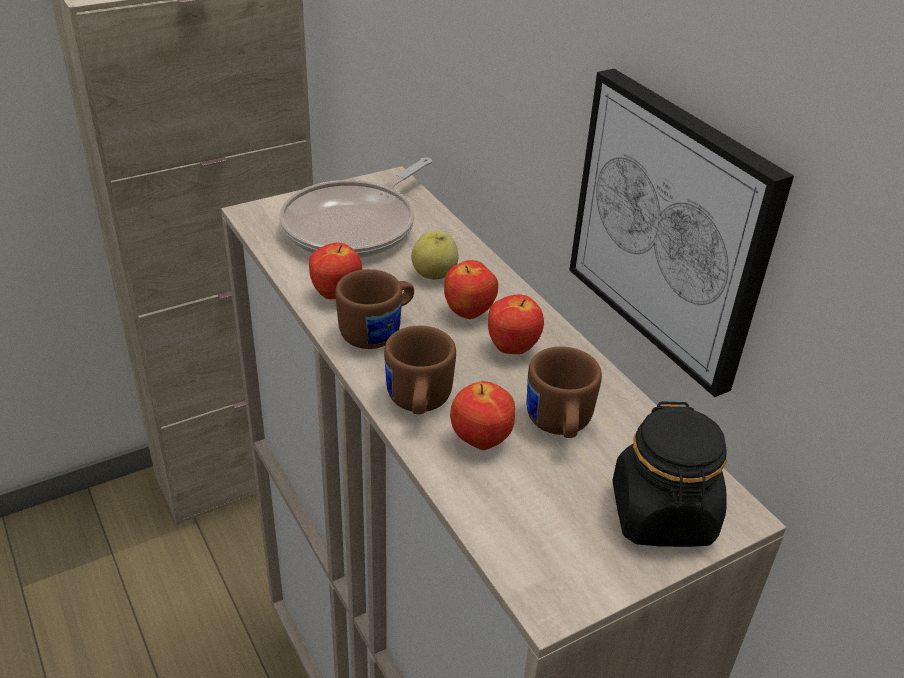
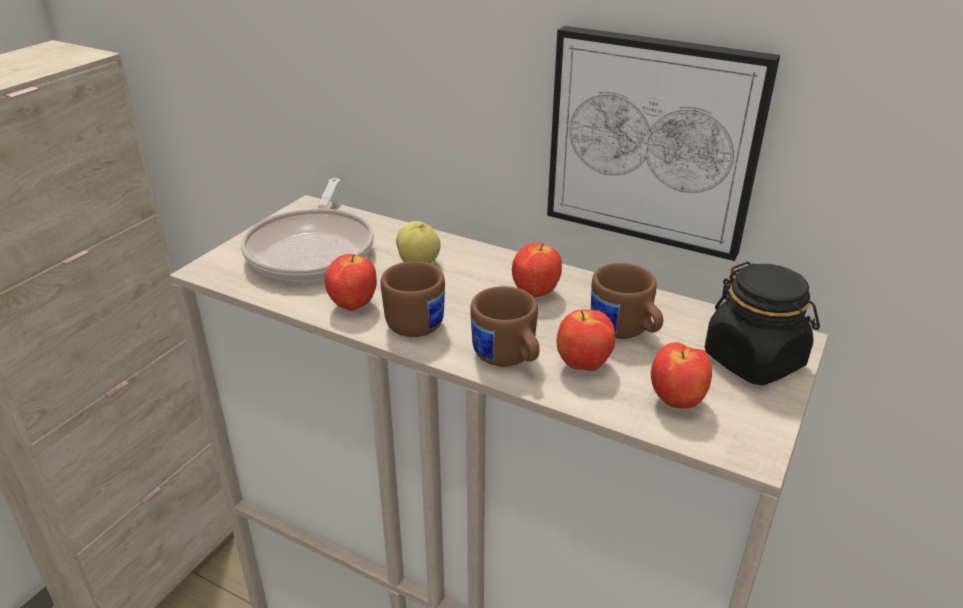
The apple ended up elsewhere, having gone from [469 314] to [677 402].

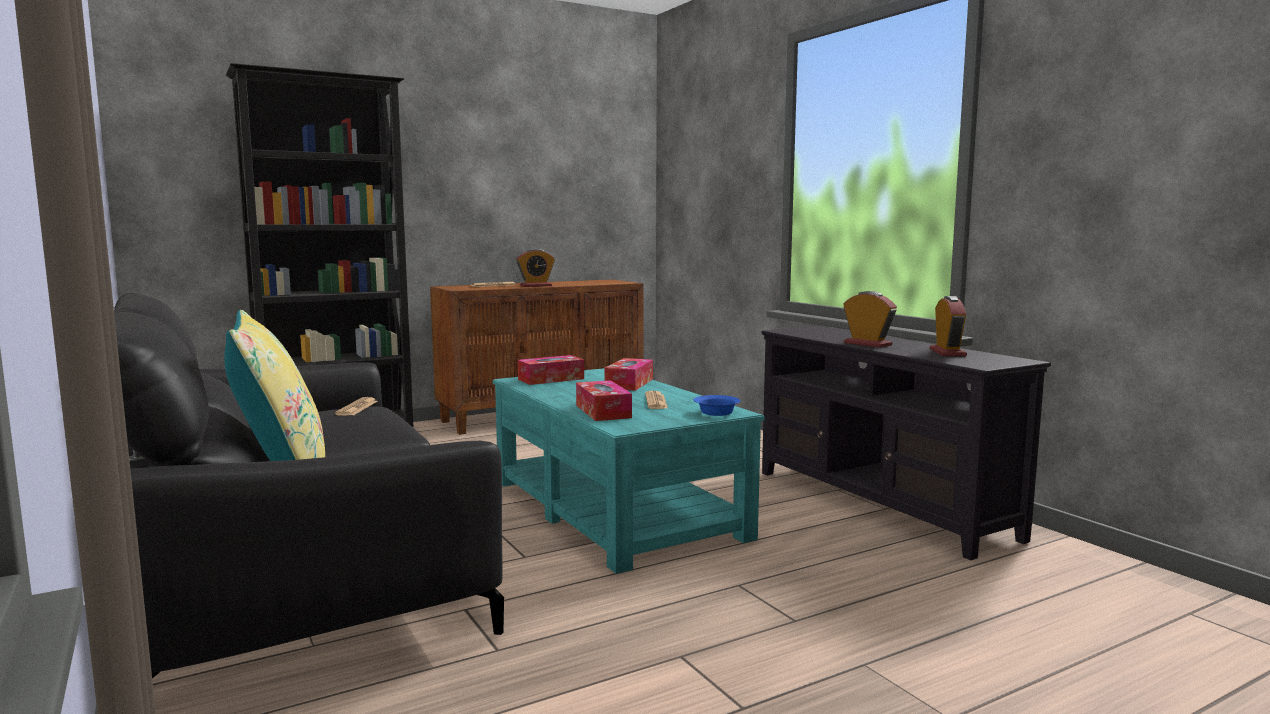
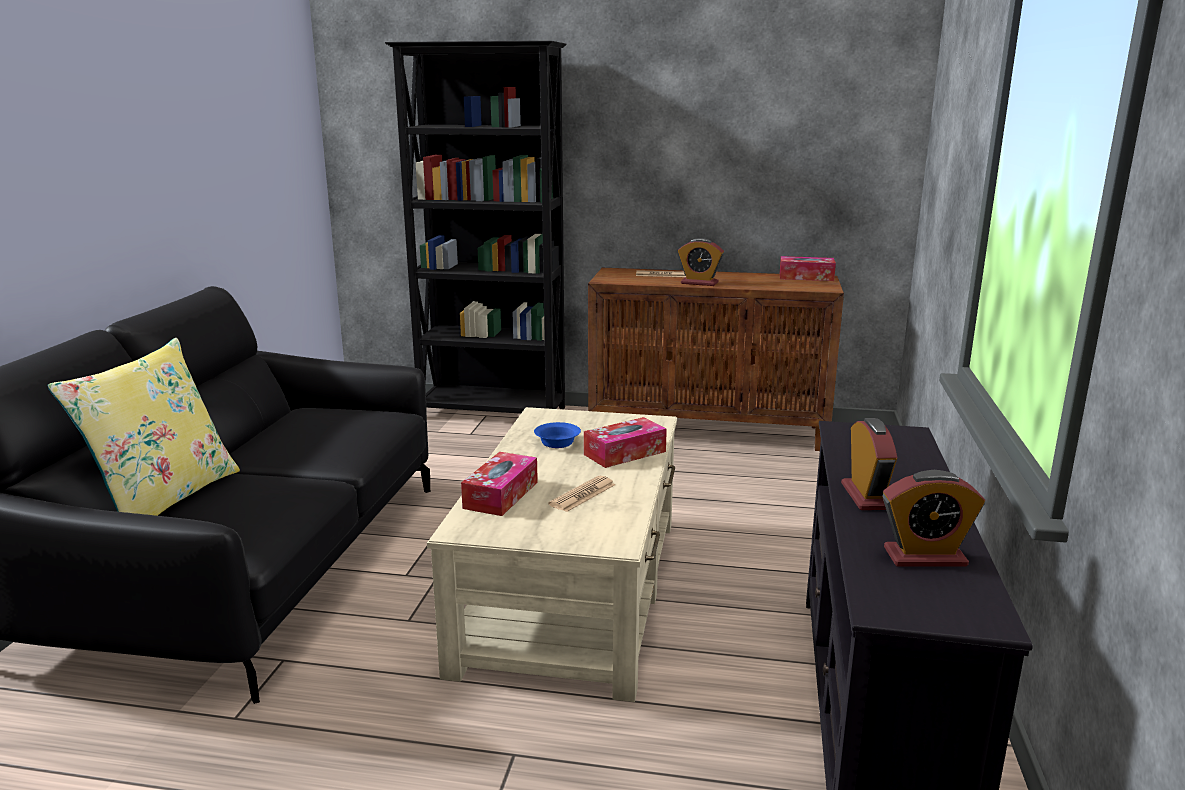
The second view lost the newspaper at [357 408].
What was the turquoise coffee table at [615 507] turned into the beige coffee table at [574 590].
The tissue box ended up elsewhere, having gone from [551 379] to [806 277].
The blue bowl ended up elsewhere, having gone from [717 412] to [558 443].
The alarm clock at [947 352] ended up facing another way, 45 degrees clockwise from before.

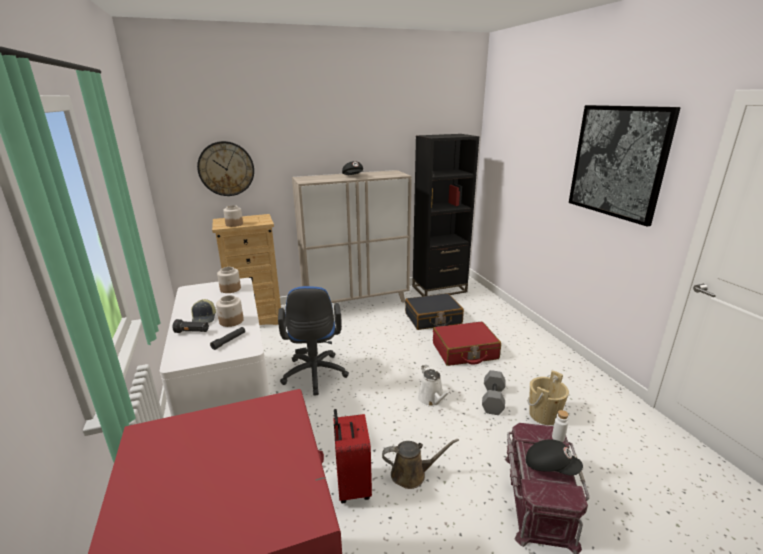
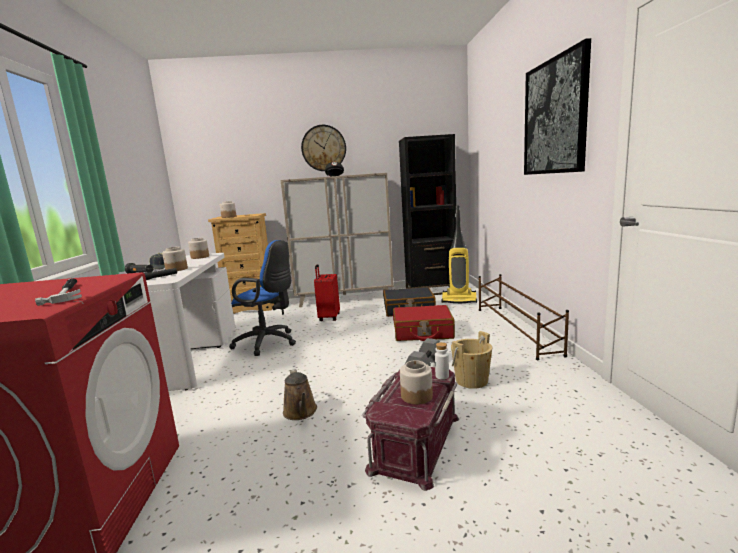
The wall clock ended up elsewhere, having gone from [226 169] to [323 148].
The blue office chair at [314 376] ended up facing another way, 75 degrees counterclockwise from before.
The red suitcase ended up elsewhere, having gone from [352 486] to [328 318].
The brown watering can at [412 474] ended up facing another way, 60 degrees clockwise from before.
The second view lost the white watering can at [432 399].
Where the black cap stood at [551 466], the jar came to stand at [416 396].
The second view gained the hammer at [66 293].
The second view gained the vacuum cleaner at [459 300].
The second view gained the brown shoe rack at [515 330].

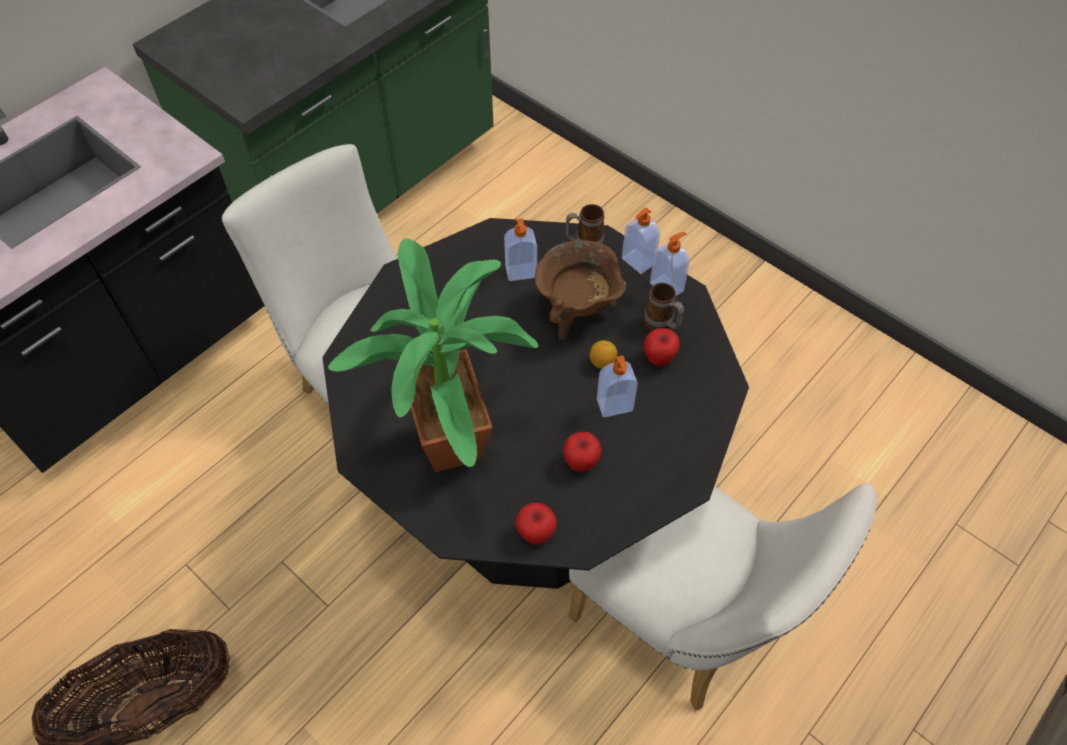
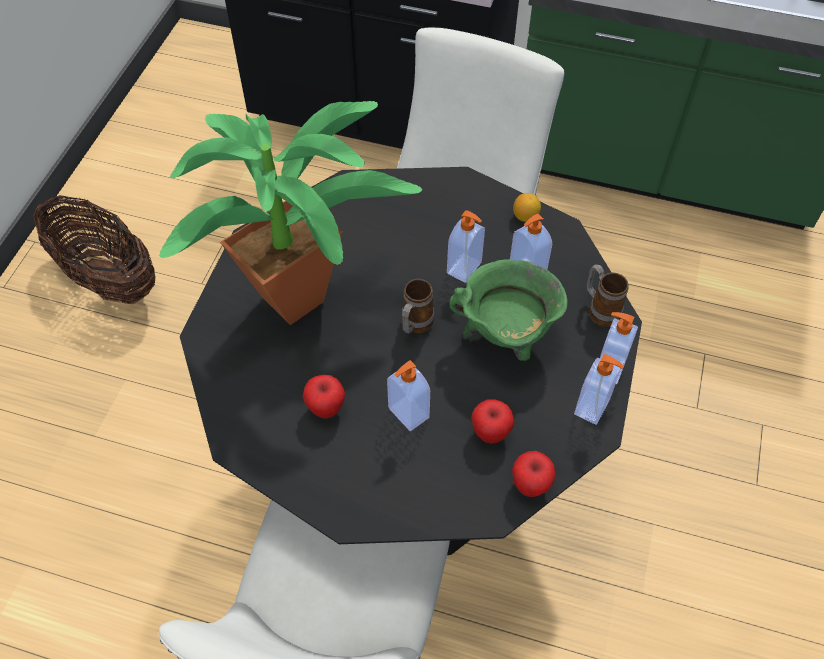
The apple ended up elsewhere, having gone from [536 533] to [530 485].
What was the brown cooking pot at [577 312] turned into the green cooking pot at [506 337].
The lemon ended up elsewhere, having gone from [602 362] to [525 216].
The mug ended up elsewhere, having gone from [662 325] to [414 326].
The second view gained the soap dispenser at [465 268].

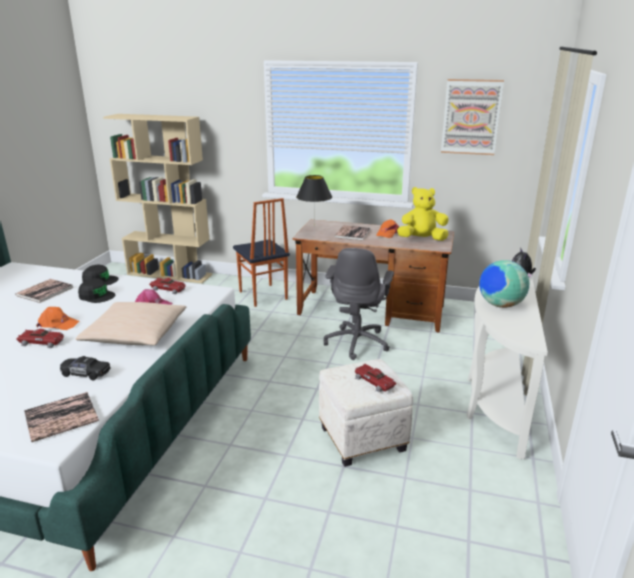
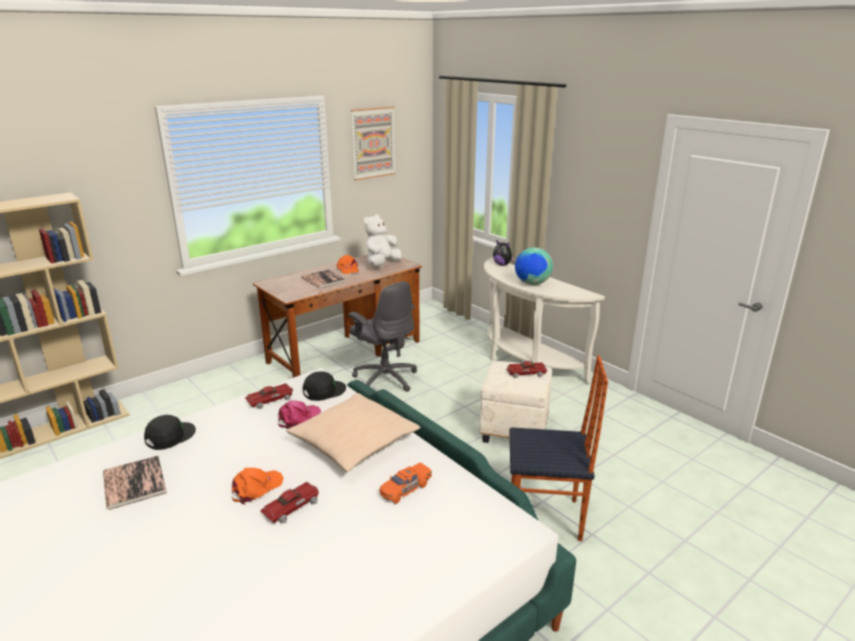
The second view lost the book at [61 417].
What was the black toy car at [85 374] turned into the orange toy car at [405 489].
The black cap ended up elsewhere, having gone from [97 296] to [323 391].
The chair ended up elsewhere, having gone from [262 295] to [545 518].
The second view lost the black table lamp at [314 232].
What was the yellow plush toy at [421 239] turned into the white plush toy at [382 264].

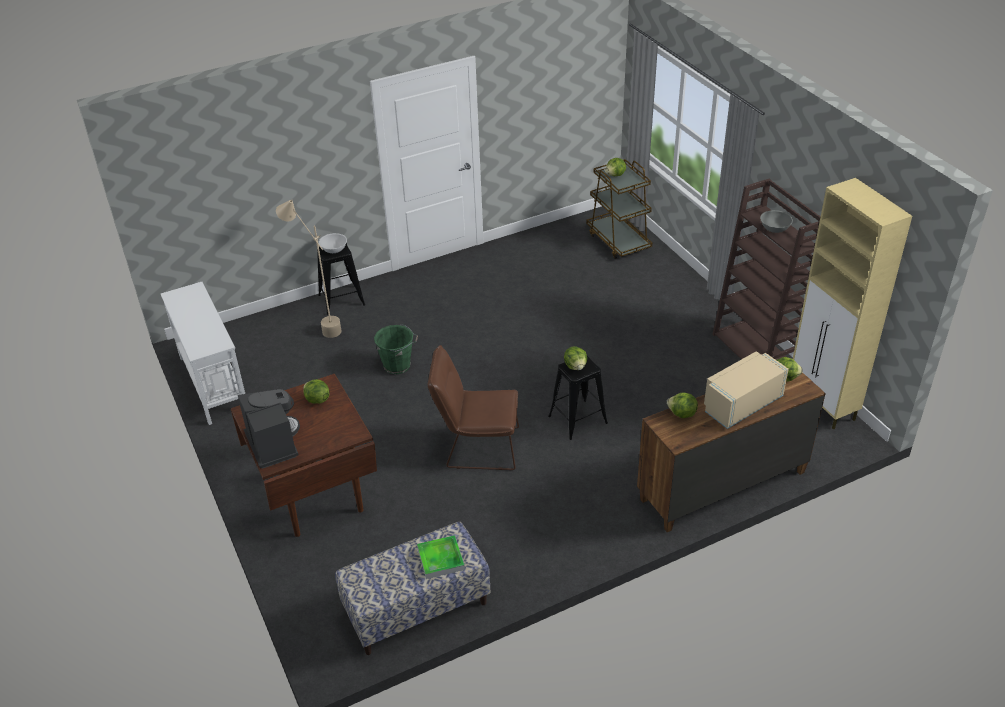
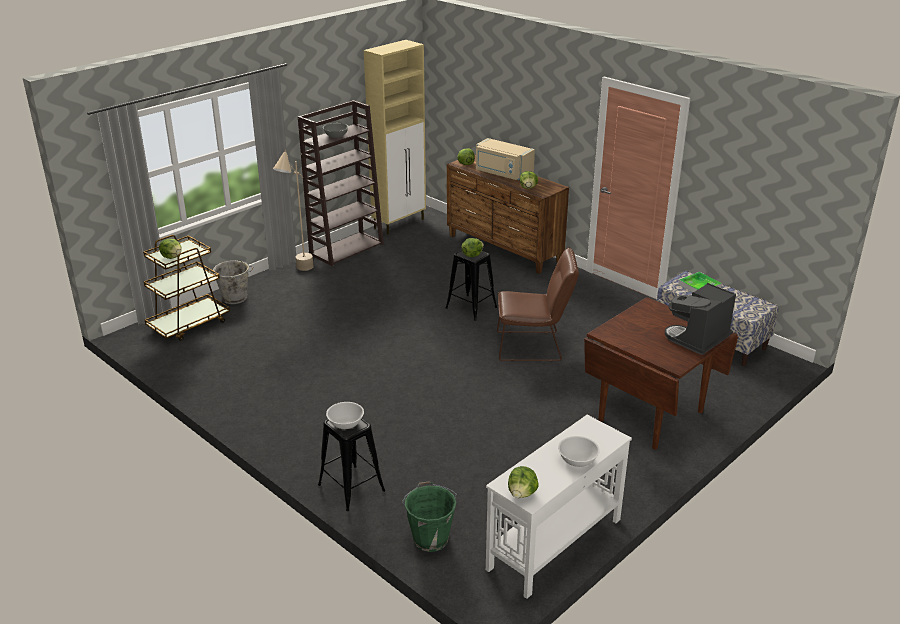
The beige floor lamp ended up elsewhere, having gone from [319 326] to [299 273].
The lettuce ended up elsewhere, having gone from [317 400] to [522 493].
The green bucket ended up elsewhere, having gone from [398 365] to [430 538].
The brown chair at [477 447] ended up facing another way, 75 degrees counterclockwise from before.
The second view gained the grey bucket at [236 298].
The second view gained the white bowl at [577 460].

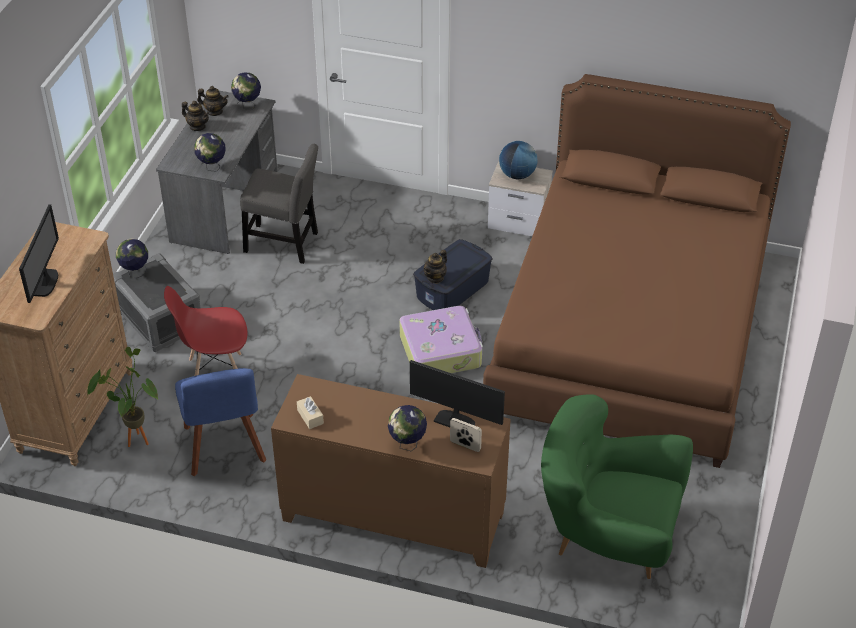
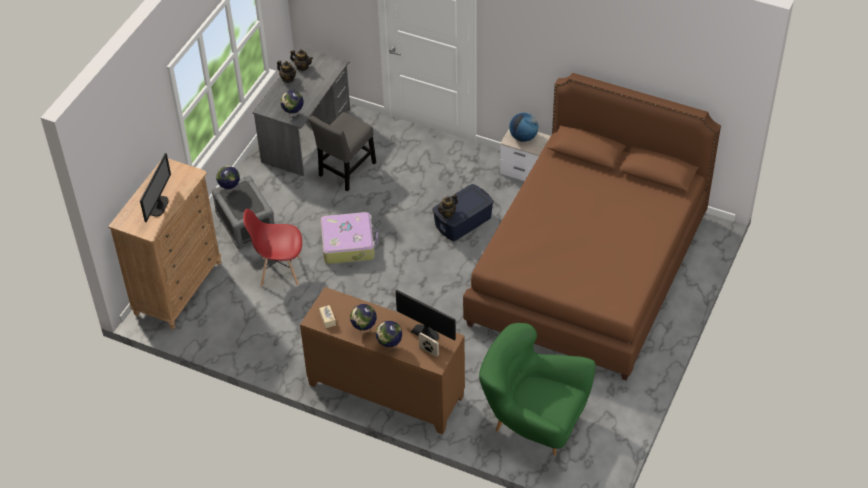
The second view lost the potted plant at [134 439].
The second view lost the blue chair at [224 448].
The globe ended up elsewhere, having gone from [248 106] to [364 330].
The grey chair at [285 243] ended up facing another way, 105 degrees clockwise from before.
The suitcase ended up elsewhere, having gone from [441 350] to [348 244].

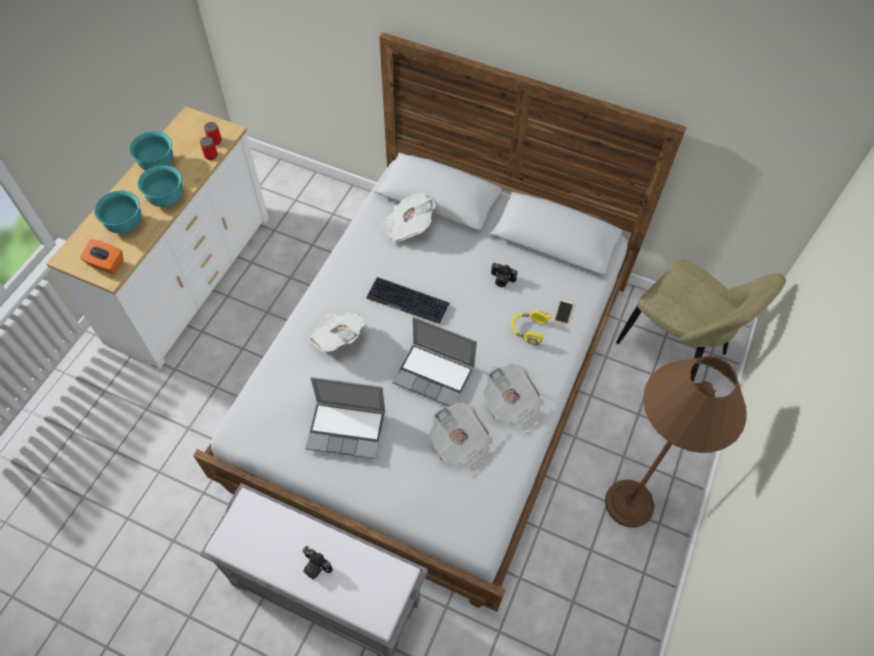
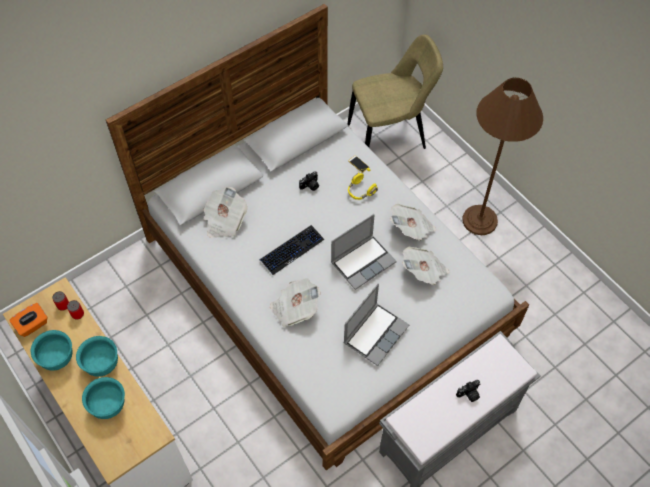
The orange tissue box ended up elsewhere, having gone from [106 264] to [32 325].

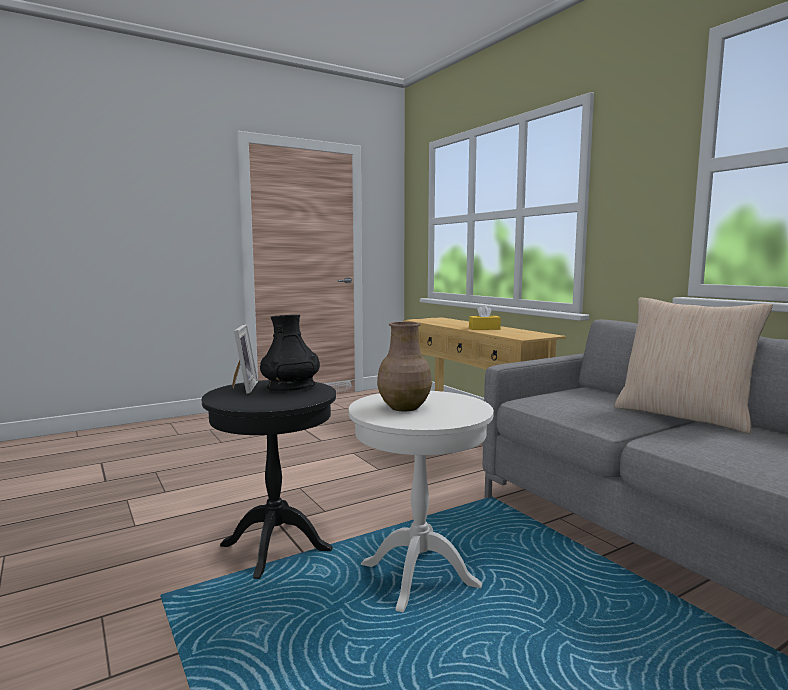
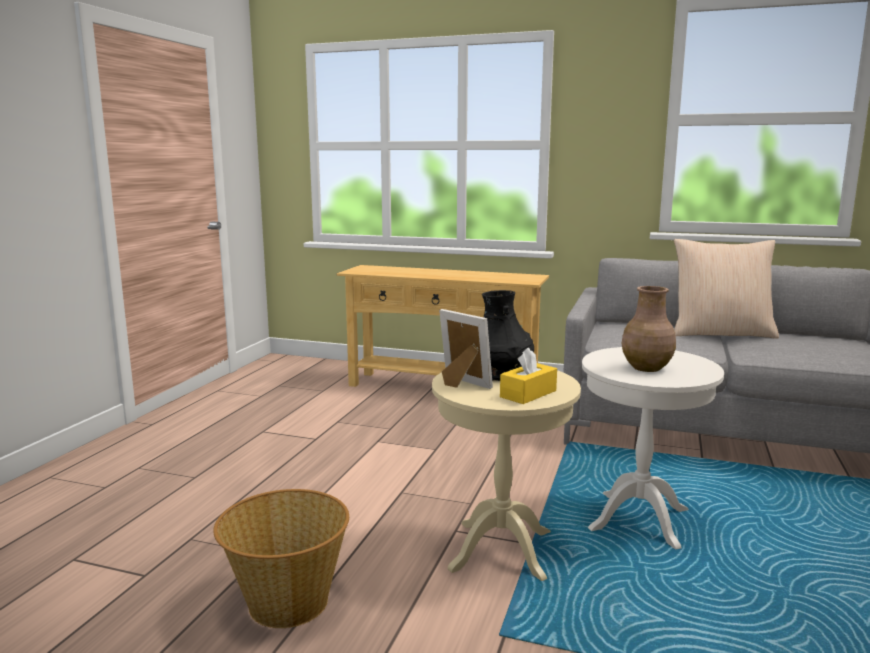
What was the black side table at [276 548] turned into the beige side table at [501 550].
The yellow tissue box ended up elsewhere, having gone from [484 328] to [528 394].
The second view gained the basket at [287 602].

